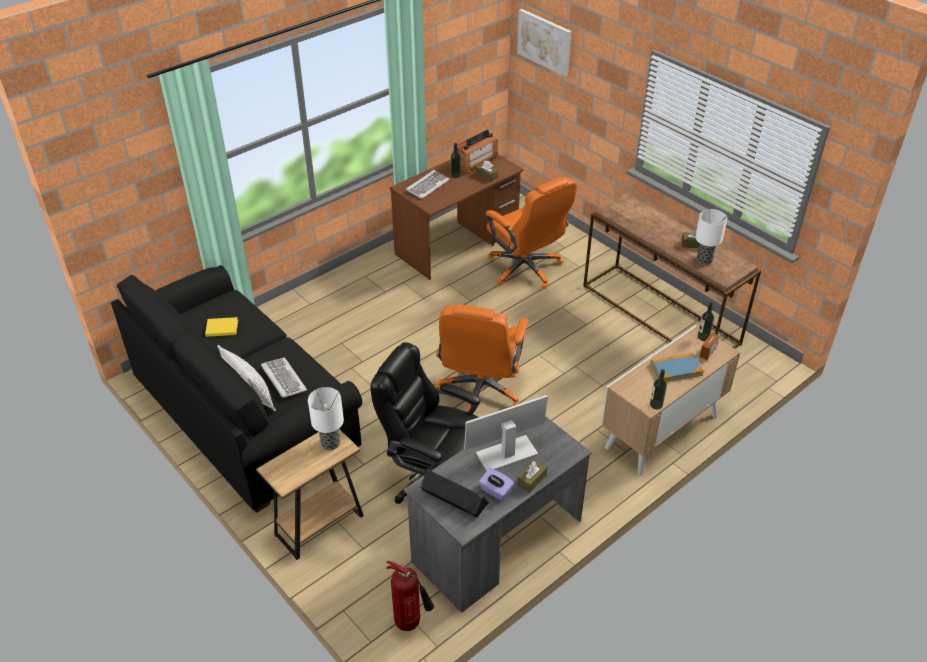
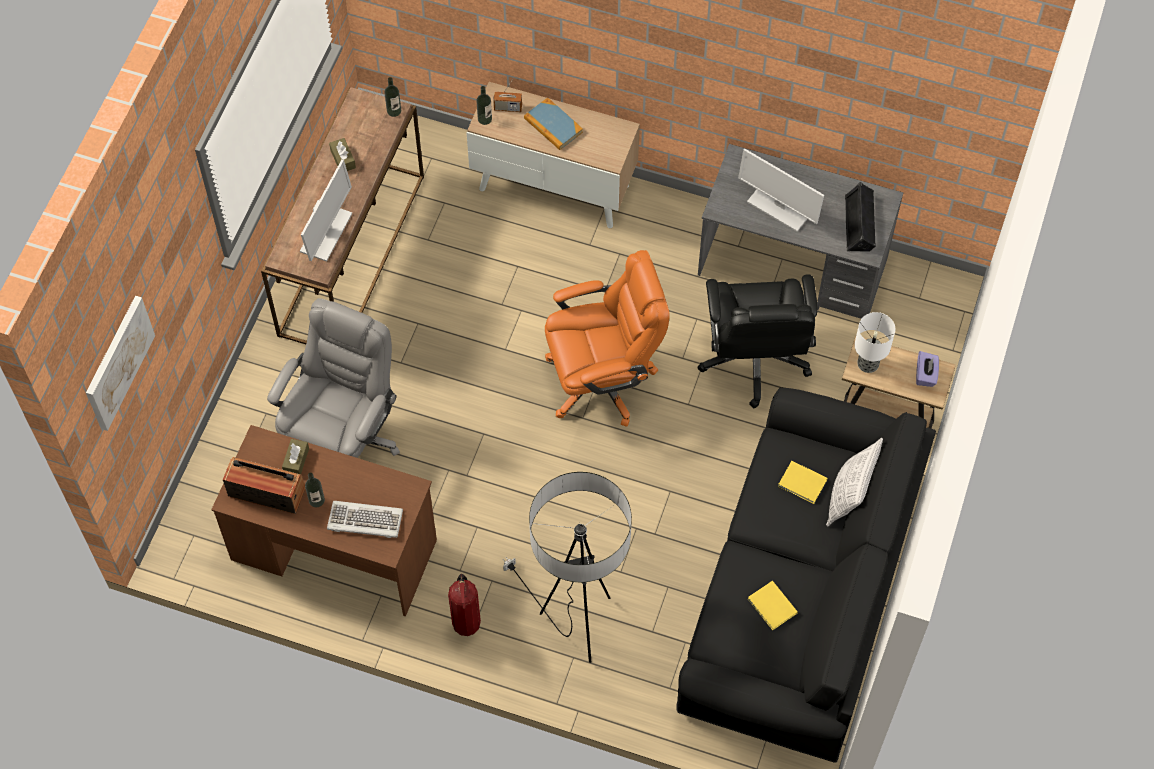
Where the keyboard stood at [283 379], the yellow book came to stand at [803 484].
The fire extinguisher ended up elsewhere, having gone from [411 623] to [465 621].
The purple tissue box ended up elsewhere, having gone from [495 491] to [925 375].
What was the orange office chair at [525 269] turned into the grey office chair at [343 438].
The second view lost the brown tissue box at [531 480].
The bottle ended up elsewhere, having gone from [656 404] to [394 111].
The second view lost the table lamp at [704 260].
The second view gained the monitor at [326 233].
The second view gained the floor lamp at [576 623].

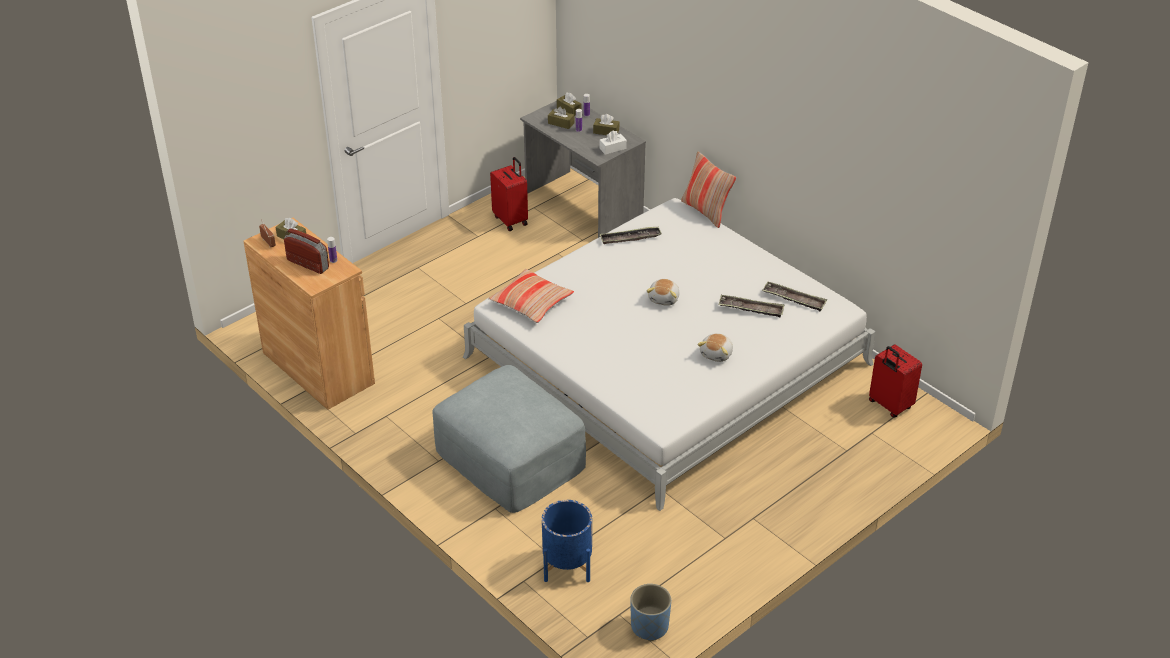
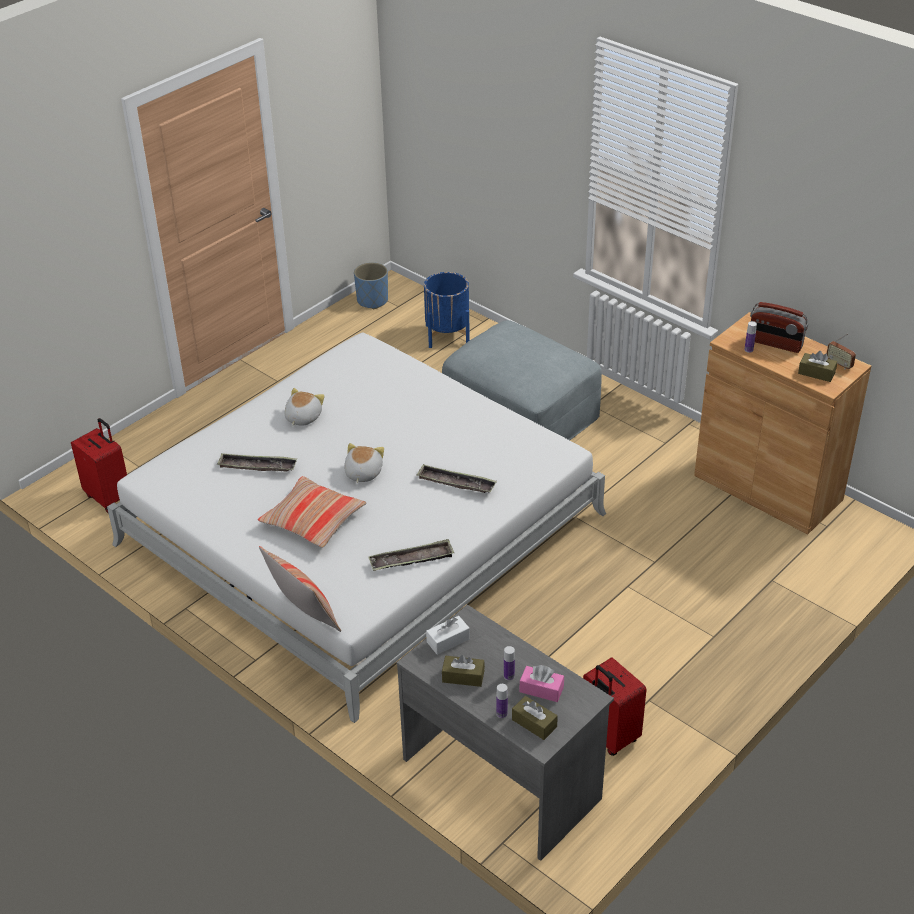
The pillow ended up elsewhere, having gone from [531 302] to [313 520].
What was the brown tissue box at [561 123] turned into the pink tissue box at [541 689].
The tray ended up elsewhere, having gone from [794 299] to [456 483].

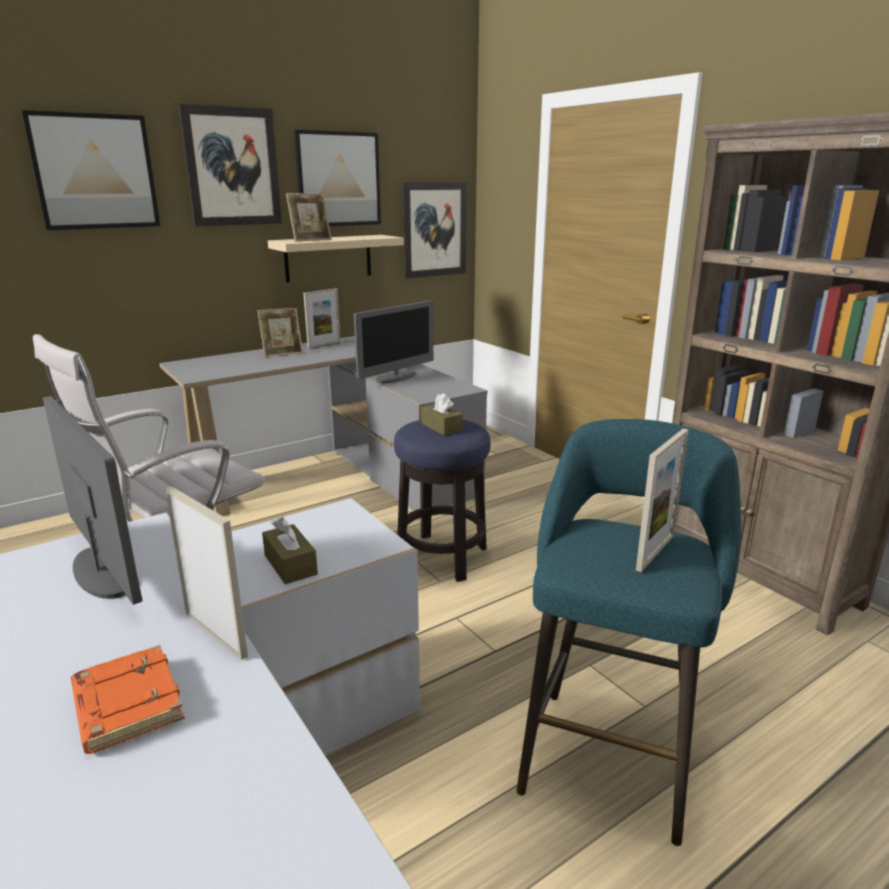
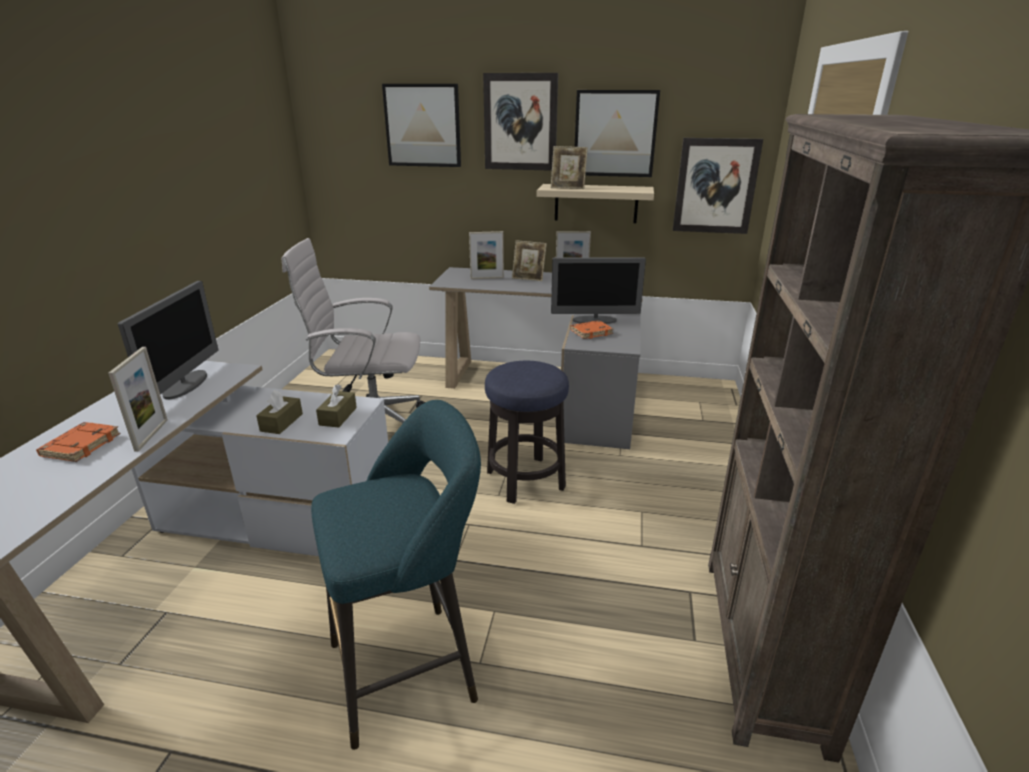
The brown tissue box ended up elsewhere, having gone from [441 427] to [338 416].
The picture frame ended up elsewhere, having gone from [655 552] to [487 278].
The second view gained the orange book at [591 332].

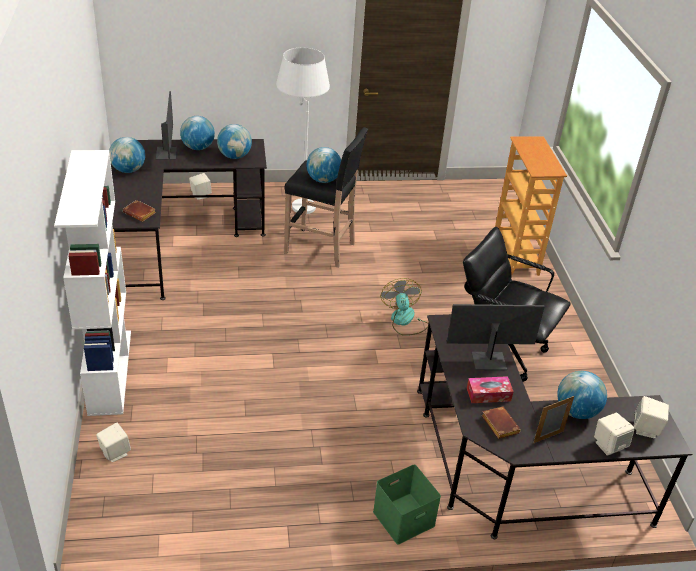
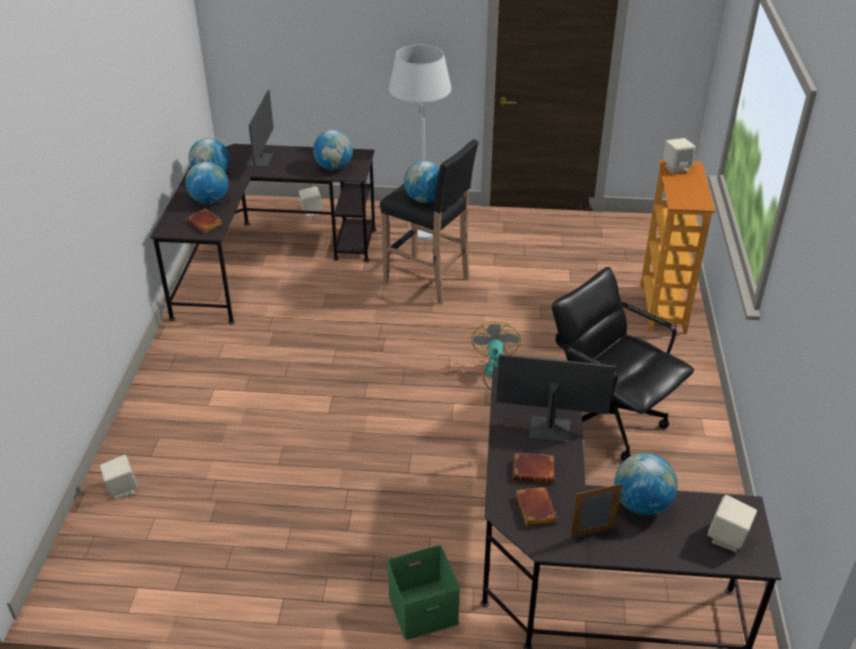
The second view lost the white bookcase at [109 371].
The globe ended up elsewhere, having gone from [198 147] to [209 200].
Where the tissue box stood at [488 394], the brown book came to stand at [534 470].
The beige speaker ended up elsewhere, having gone from [609 445] to [676 168].

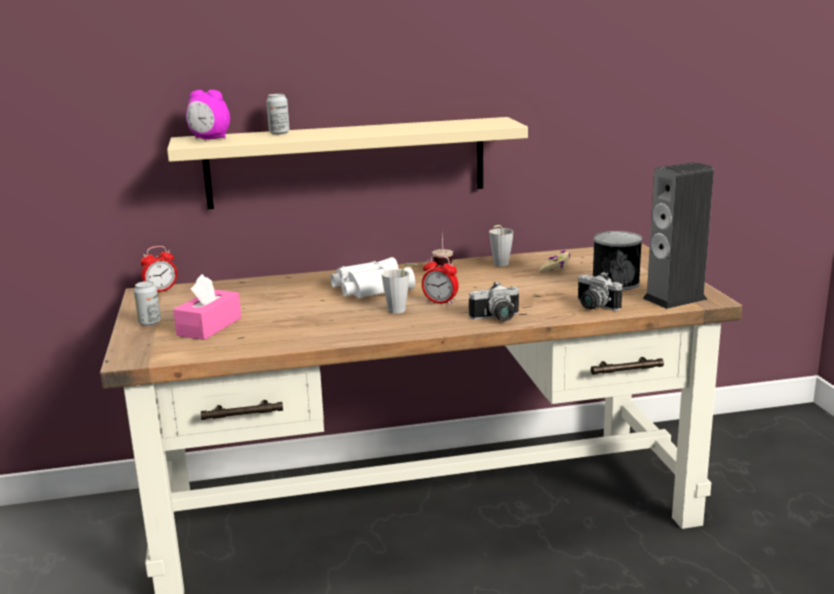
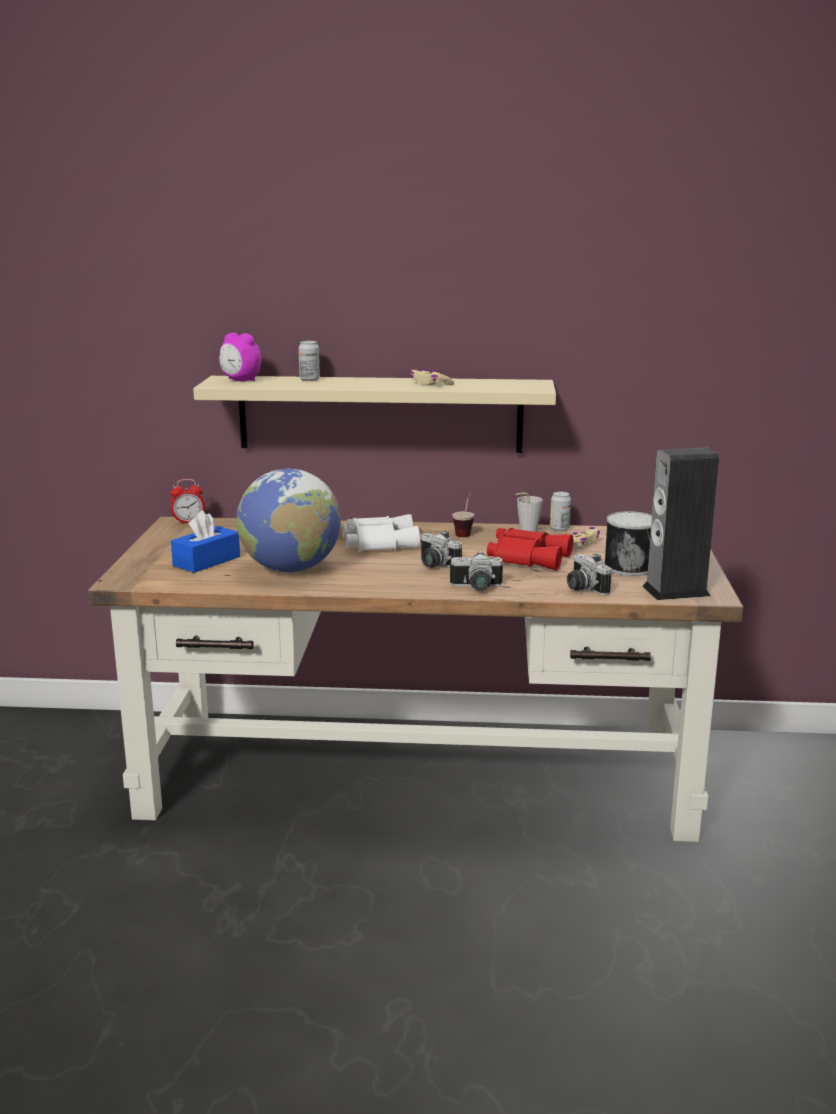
The can ended up elsewhere, having gone from [149 322] to [559 529].
What was the pink tissue box at [209 326] turned into the blue tissue box at [206 561].
The second view lost the grey cup at [400 311].
Where the alarm clock stood at [440 302], the photo camera came to stand at [435 565].
The second view gained the globe at [290 569].
The second view gained the beige game controller at [430 384].
The second view gained the red binoculars at [528 557].

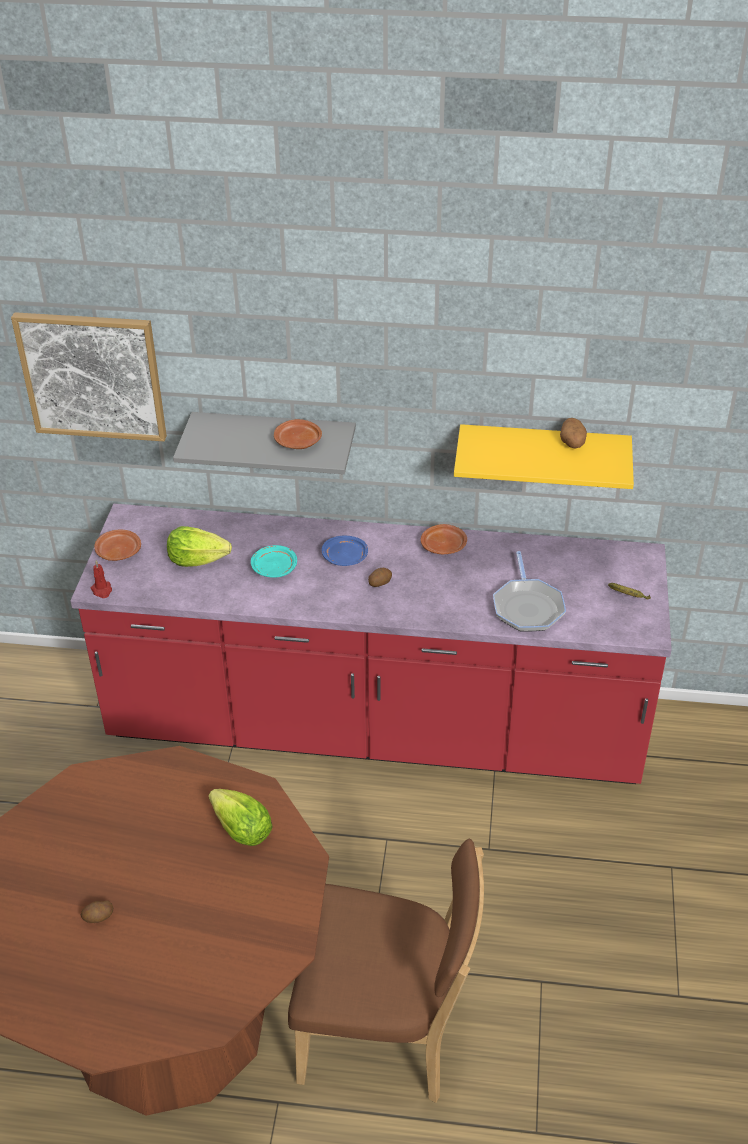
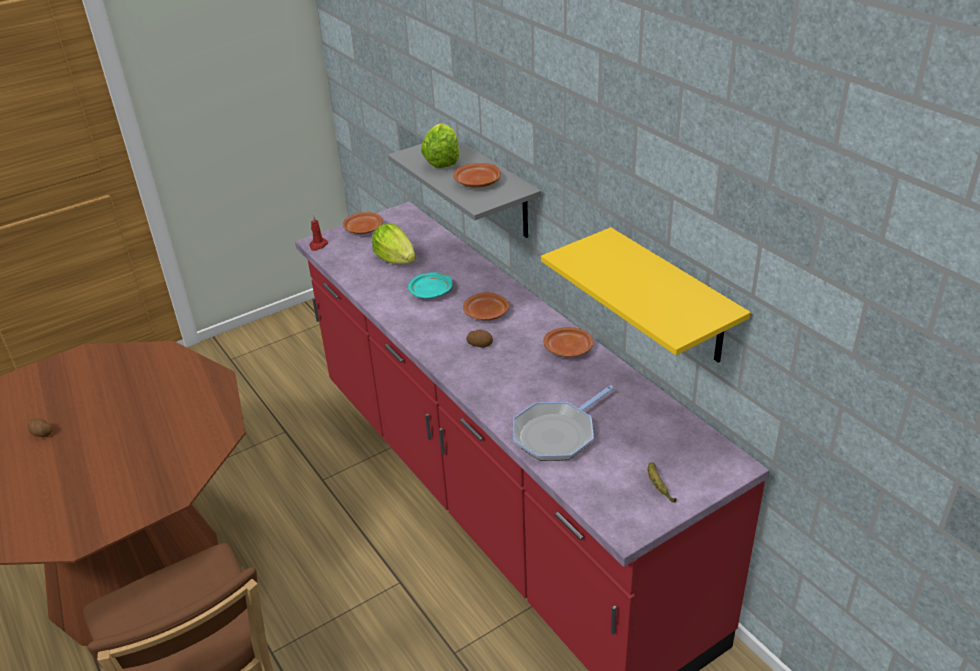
The second view lost the picture at [92 376].
The lettuce ended up elsewhere, having gone from [242 830] to [442 161].
What was the blue plate at [345 557] turned into the brown plate at [486 314].
The second view lost the potato at [572 444].

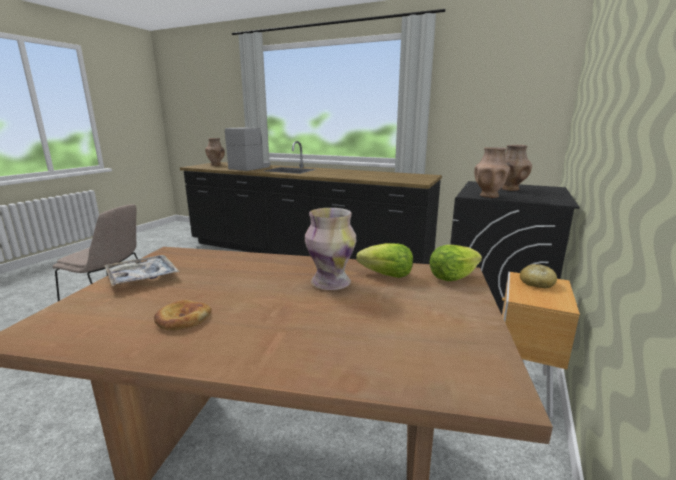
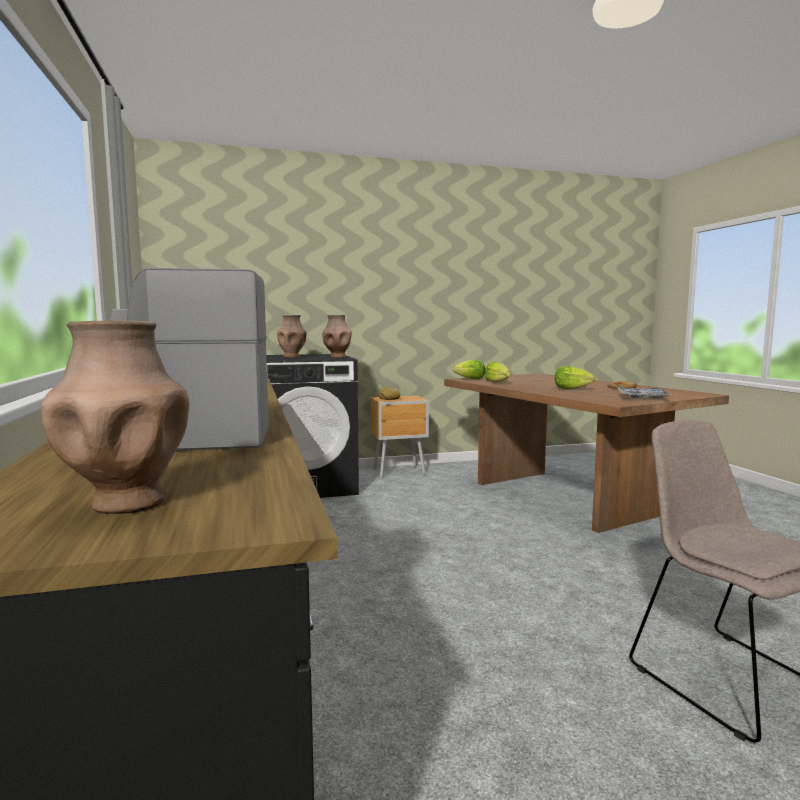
The second view lost the vase at [331 283].
The second view gained the lettuce at [571 389].

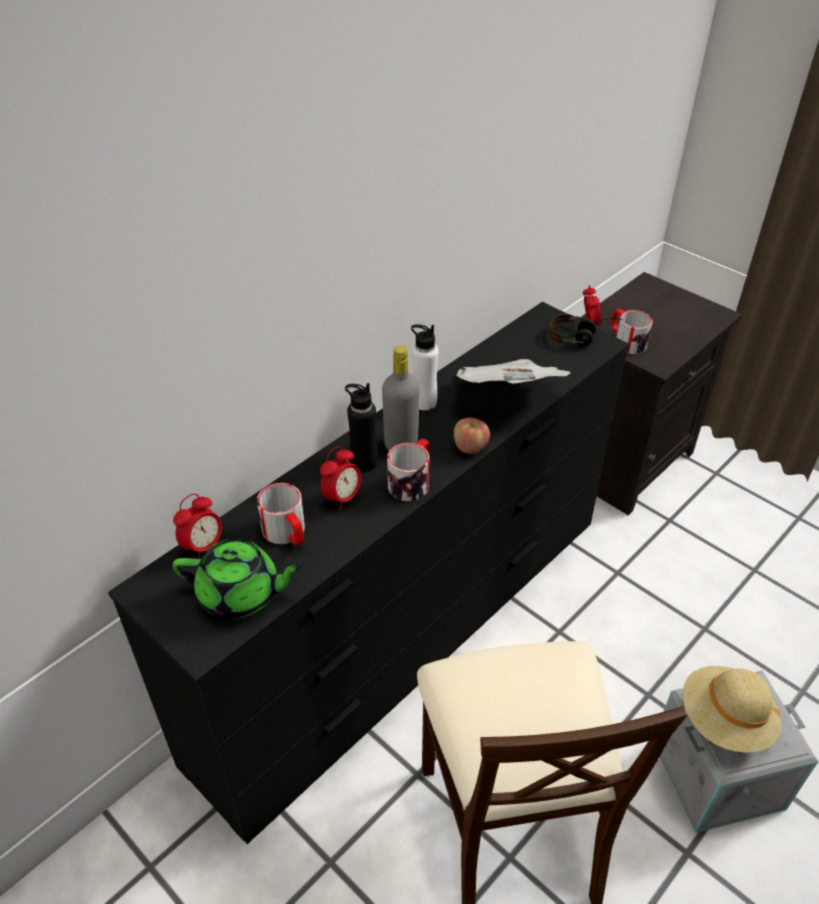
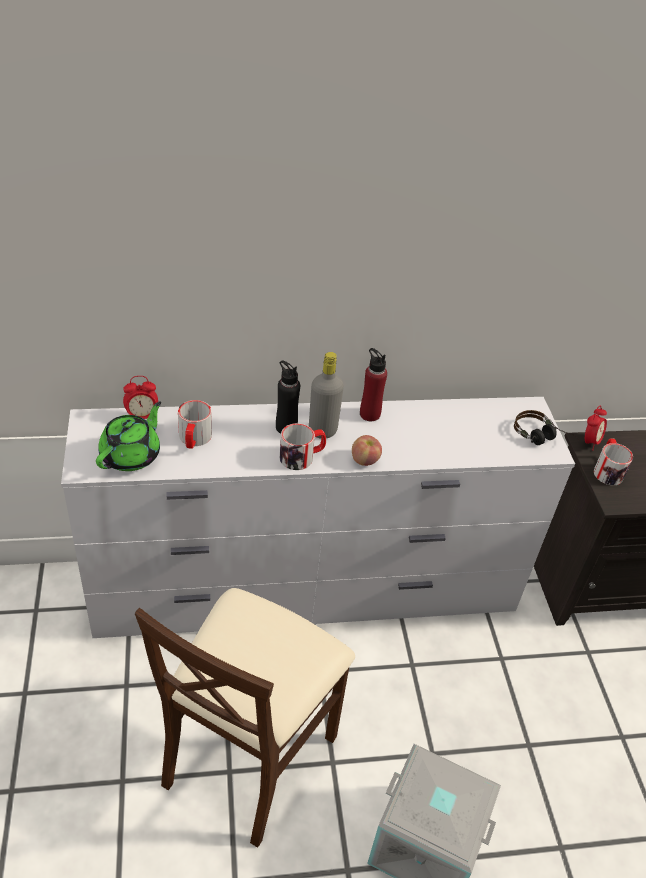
What was the black dresser at [409 633] turned into the white dresser at [307 591].
The green teapot at [241 594] ended up facing another way, 105 degrees counterclockwise from before.
The second view lost the alarm clock at [342 498].
What was the white bottle at [424 402] turned into the red bottle at [369 414].
The second view lost the newspaper at [510 396].
The second view lost the beige hat at [725 720].

